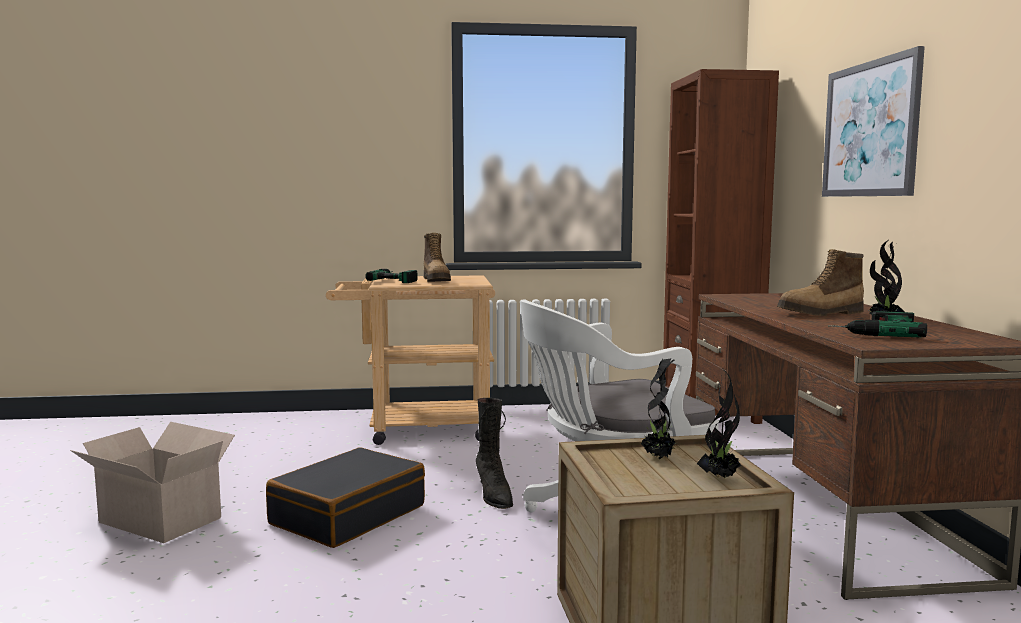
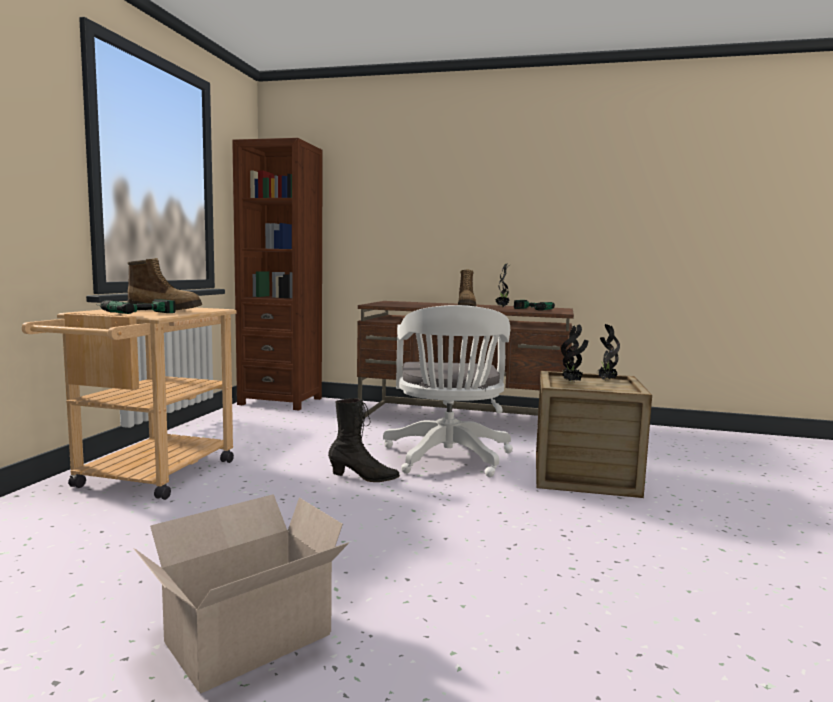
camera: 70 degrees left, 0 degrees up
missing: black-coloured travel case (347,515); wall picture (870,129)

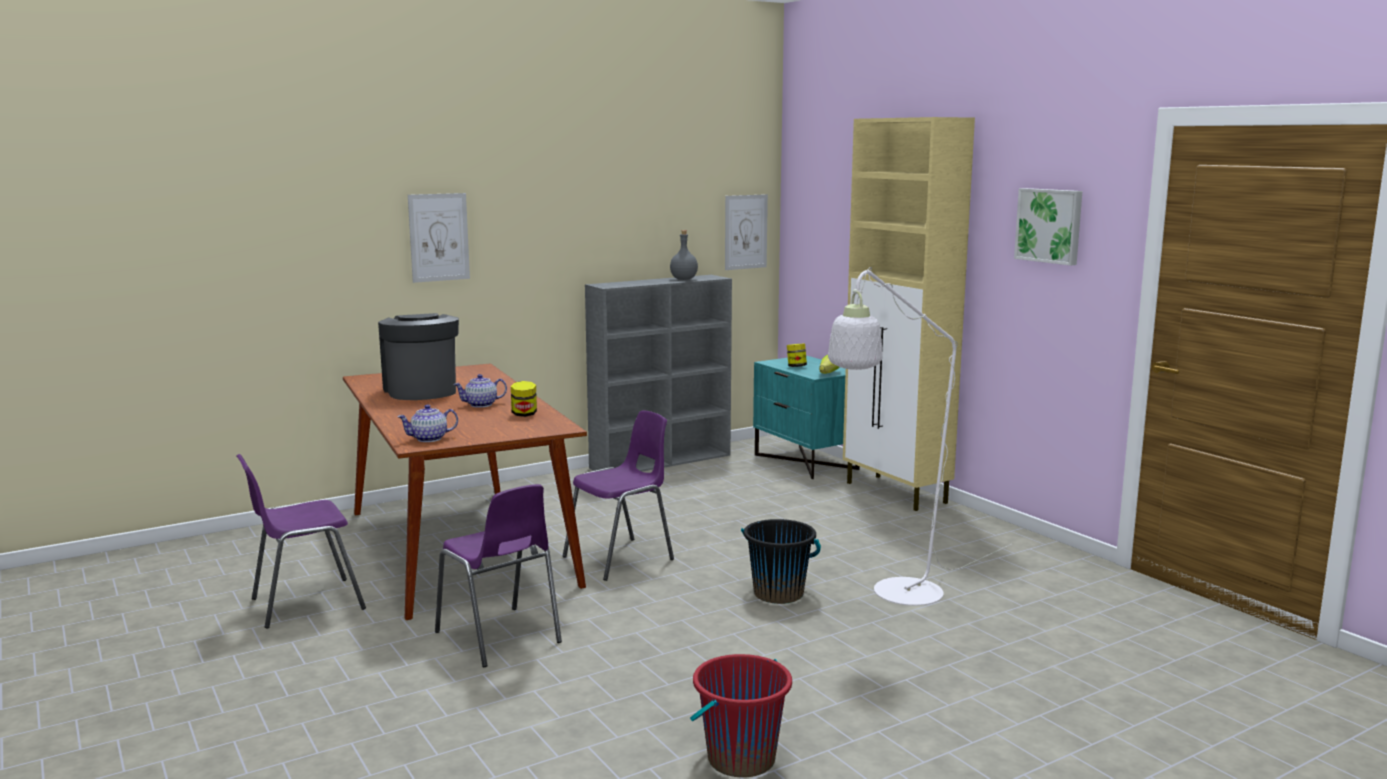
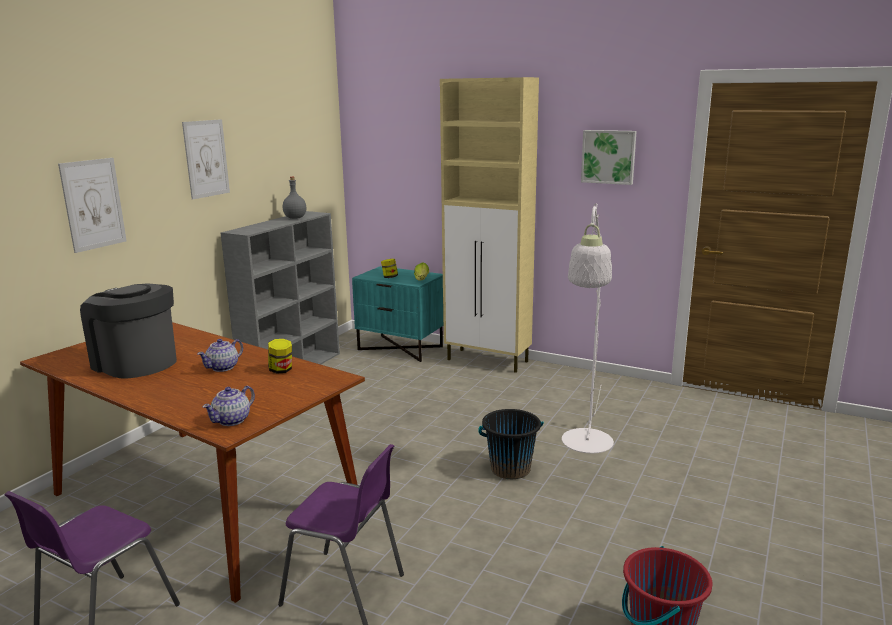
camera: 30 degrees left, 5 degrees up
missing: purplish plain chair (621,558)
relocated: wall picture (745,232) to (206,158)

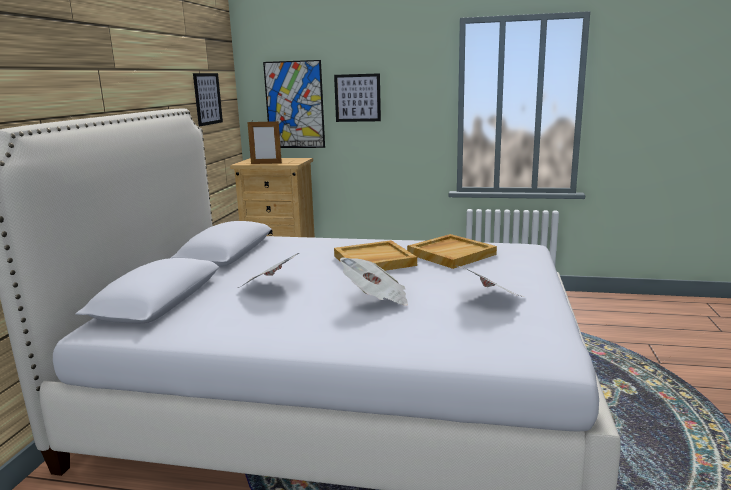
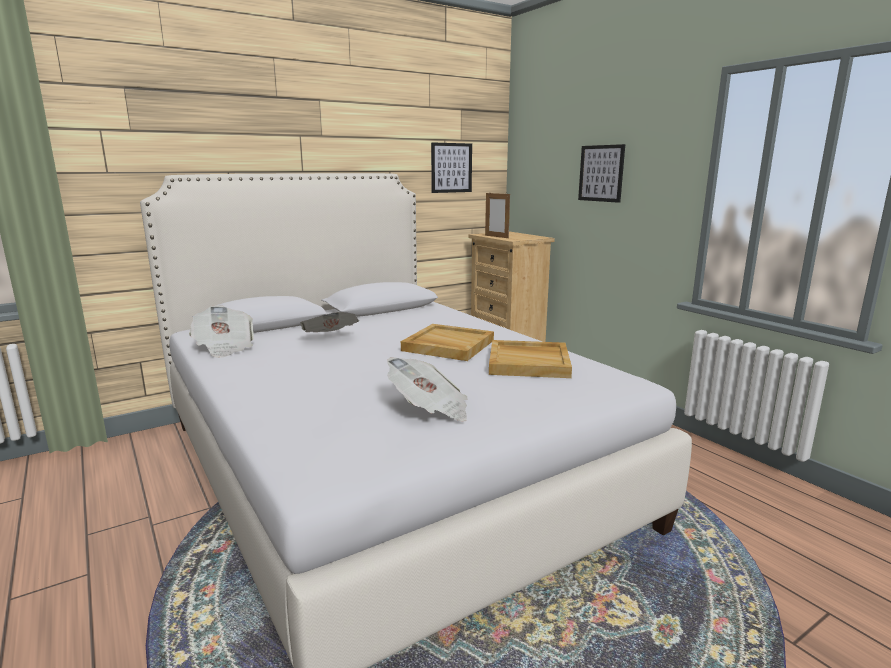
camera: 45 degrees right, 0 degrees up
missing: wall picture (294,105)
relocated: newspaper (376,298) to (224,347)

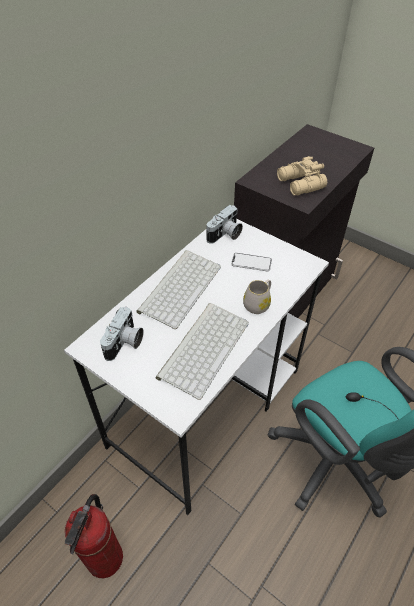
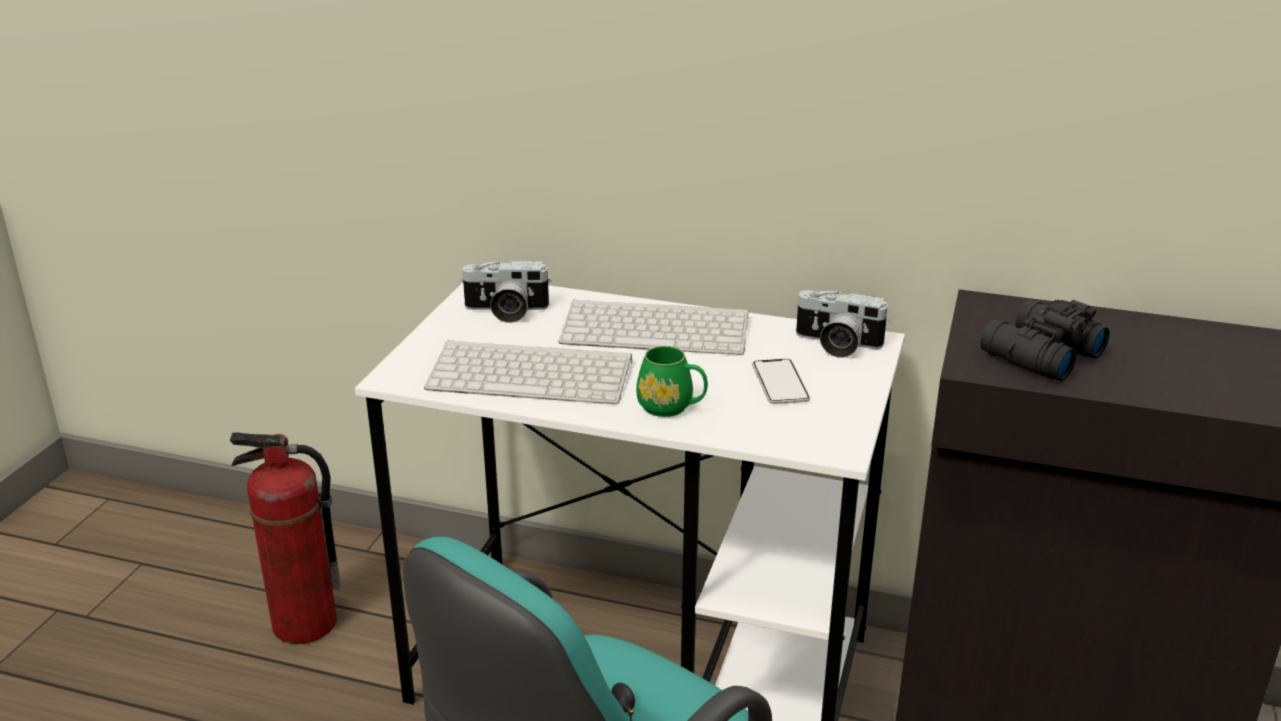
camera: 70 degrees right, 20 degrees down
colour: white tea mug (258,304) to green tea mug (671,407); sand-coloured field glasses (300,184) to black-coloured field glasses (1038,355)

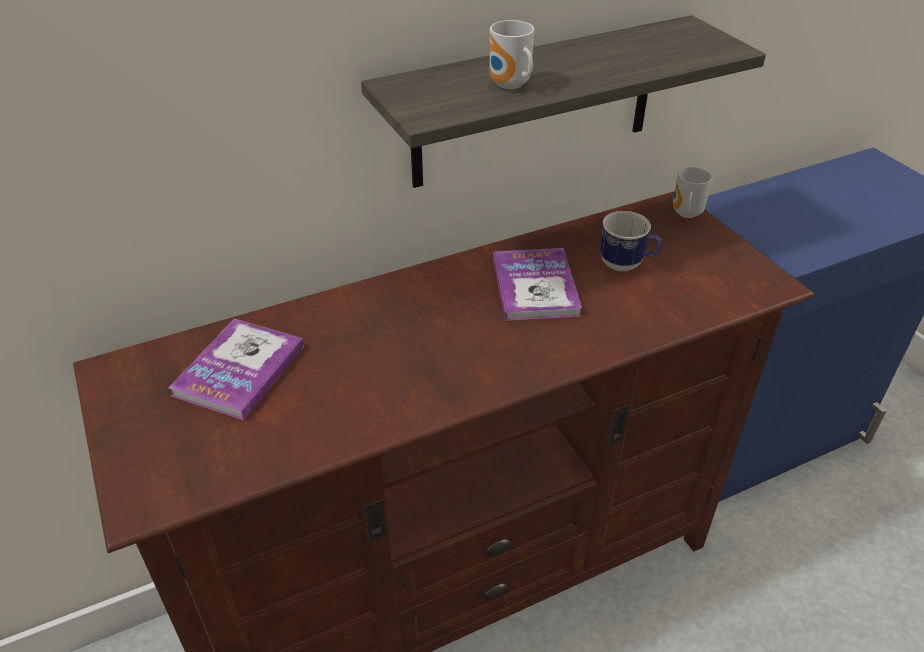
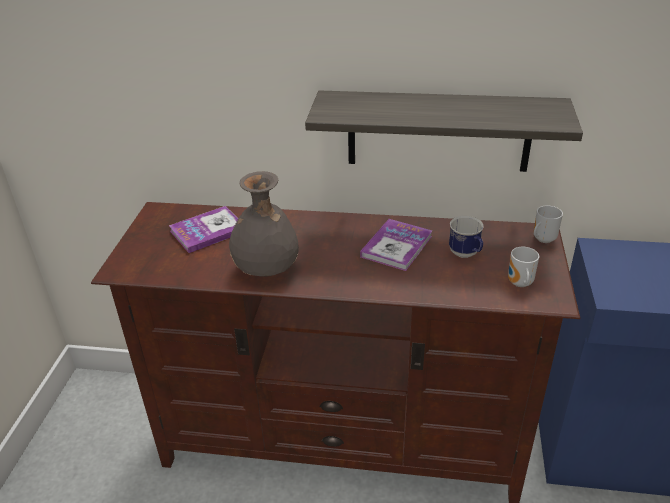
camera: 35 degrees right, 5 degrees down
appeared: greyish flower vase (266,271)
relocated: tea mug (510,86) to (519,284)

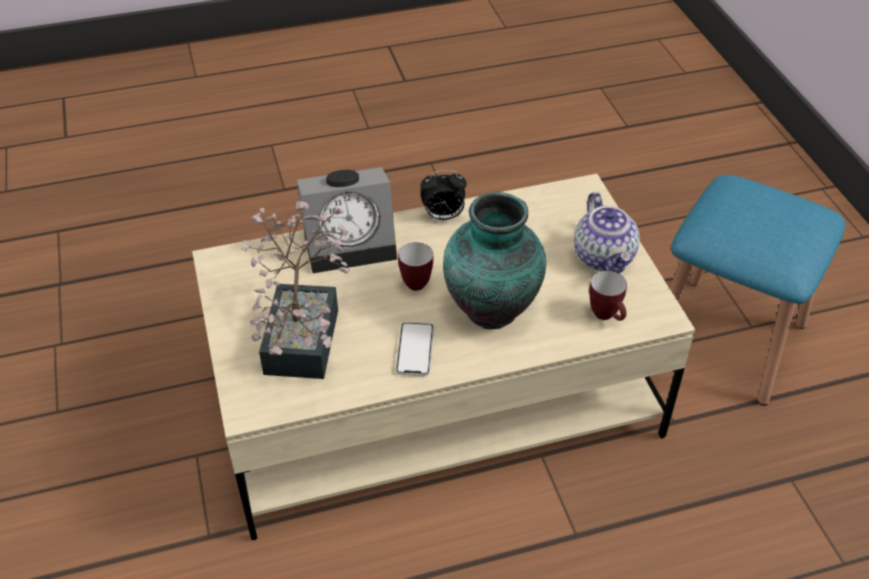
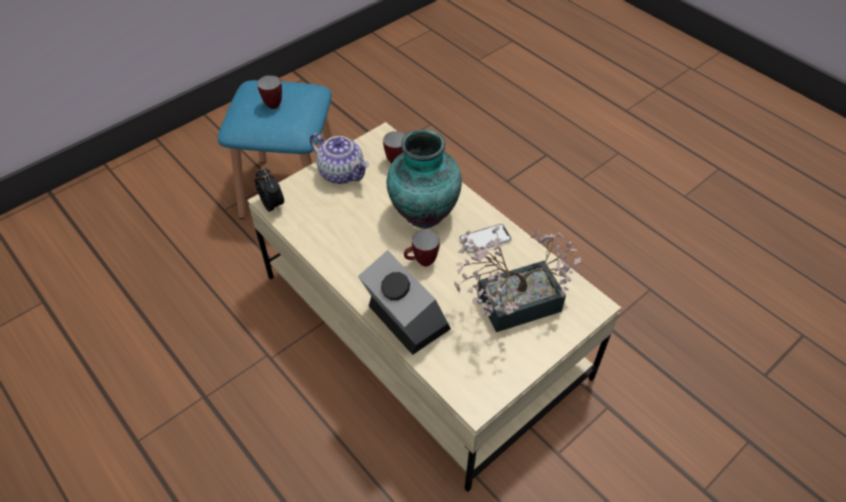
camera: 115 degrees left, 5 degrees up
appeared: tea mug (272,103)
relocated: bedside clock (443,216) to (273,205)
spun: teapot (604,257) = (342,173) 75 degrees clockwise

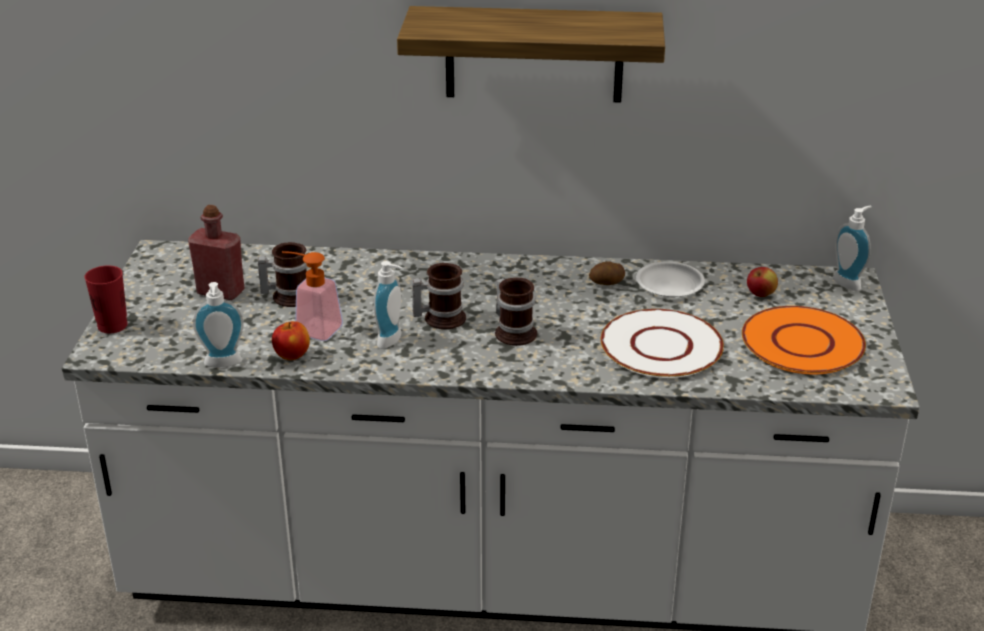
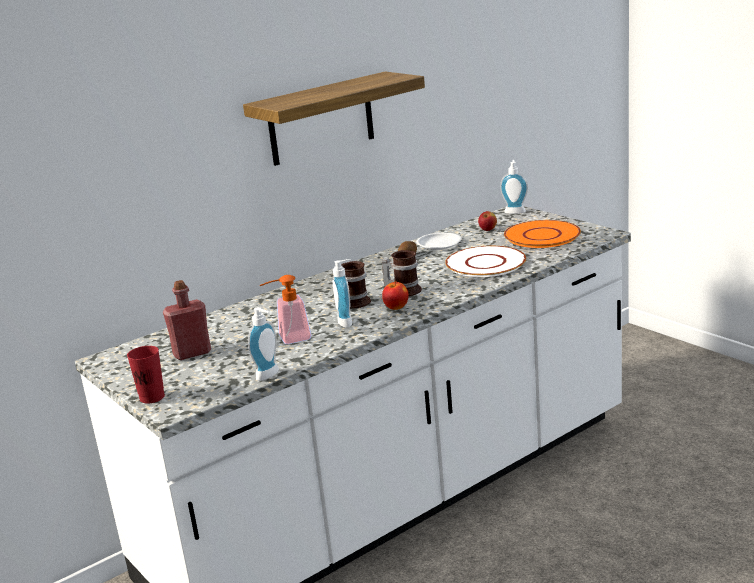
camera: 40 degrees left, 10 degrees down
missing: tea mug (288,296)
relocated: apple fruit (292,355) to (396,307)

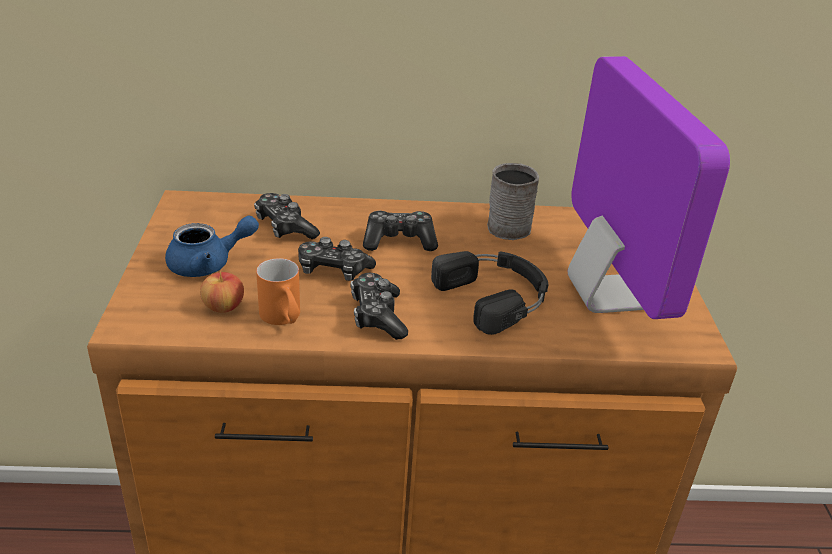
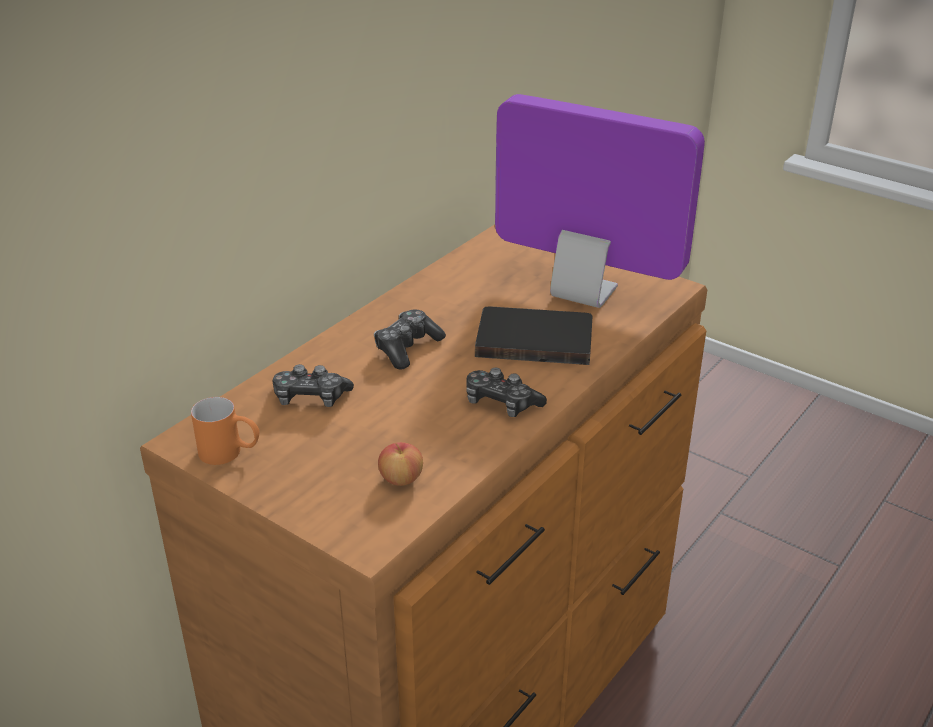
camera: 50 degrees left, 0 degrees up
missing: blue-coloured teapot (209,264); game controller (333,270); greyish tea mug (508,224)
relocated: orange-coloured tea mug (283,319) to (230,453)
exchanged: black-coloured headset (495,296) to black-coloured volume (534,338)

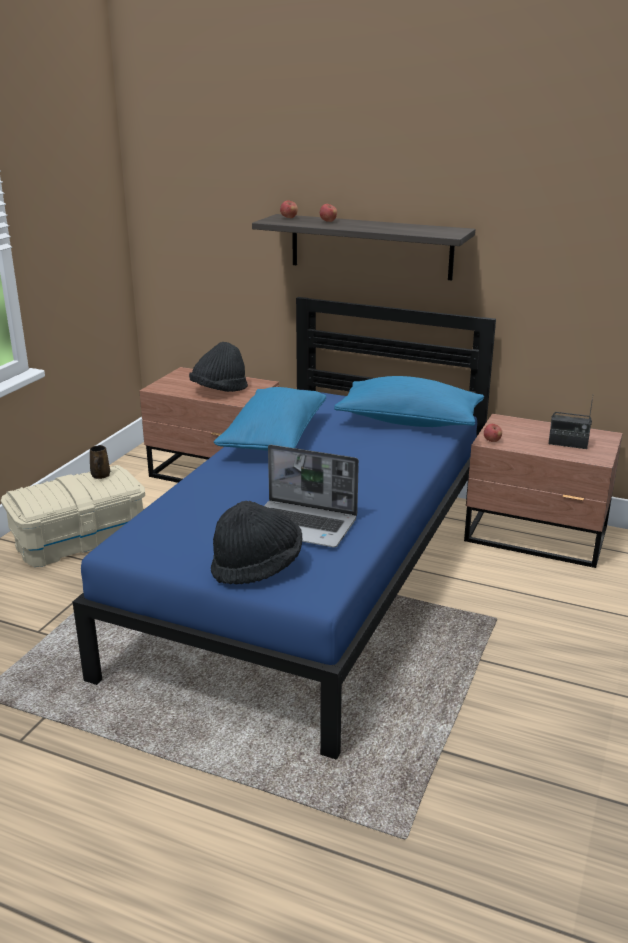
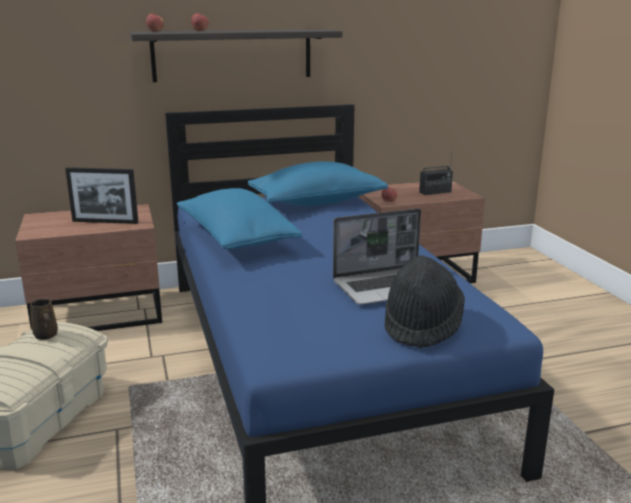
camera: 40 degrees left, 5 degrees down
exchanged: black-coloured clothing hat (219,391) to photo frame (105,222)

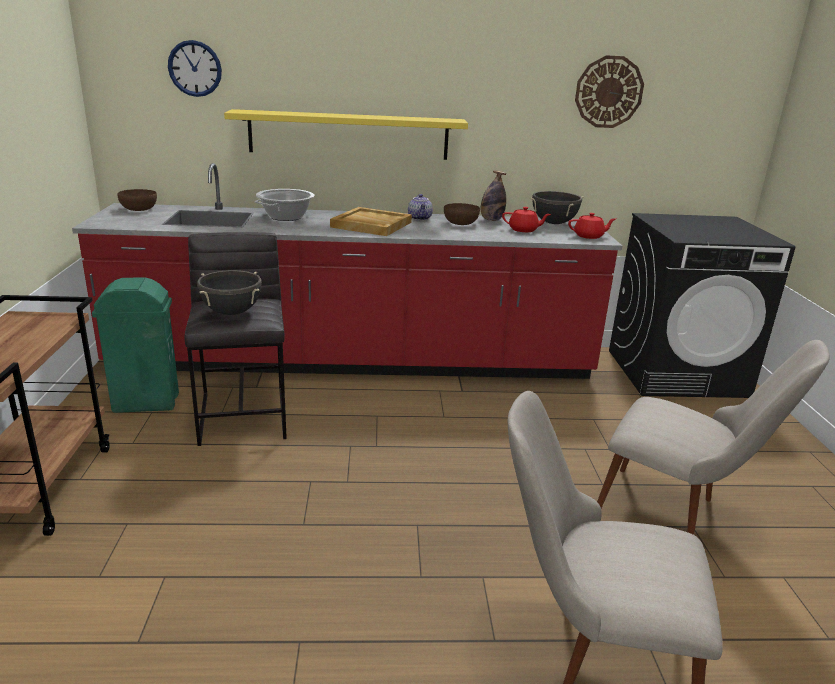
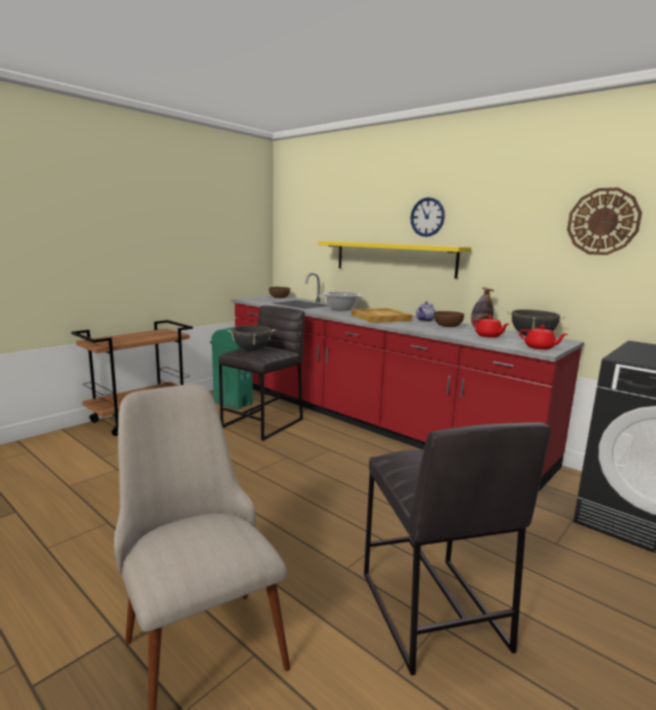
camera: 45 degrees right, 10 degrees down
relocated: clock on the wall (195,68) to (427,217)
exchanged: sand-coloured plain chair (676,520) to greyish stool seat (431,611)

